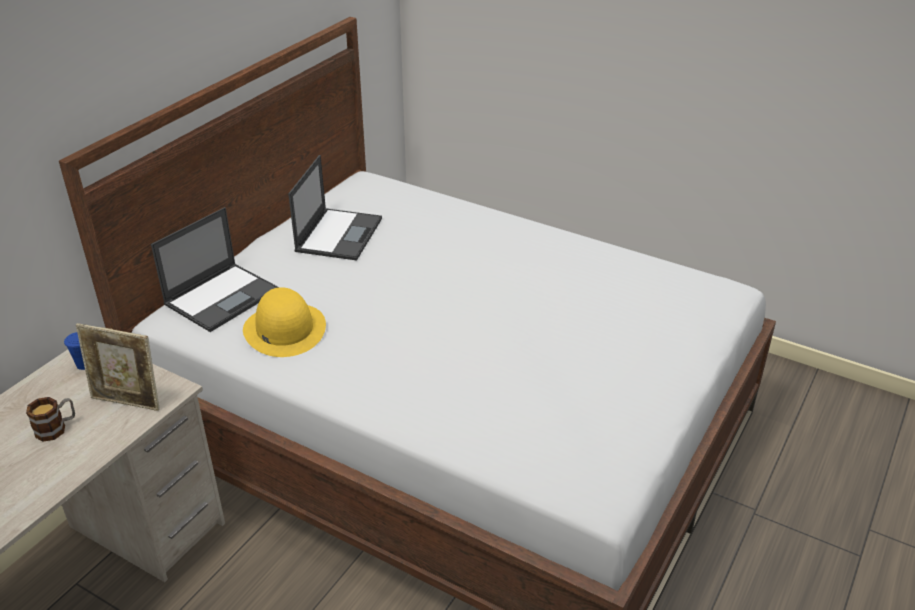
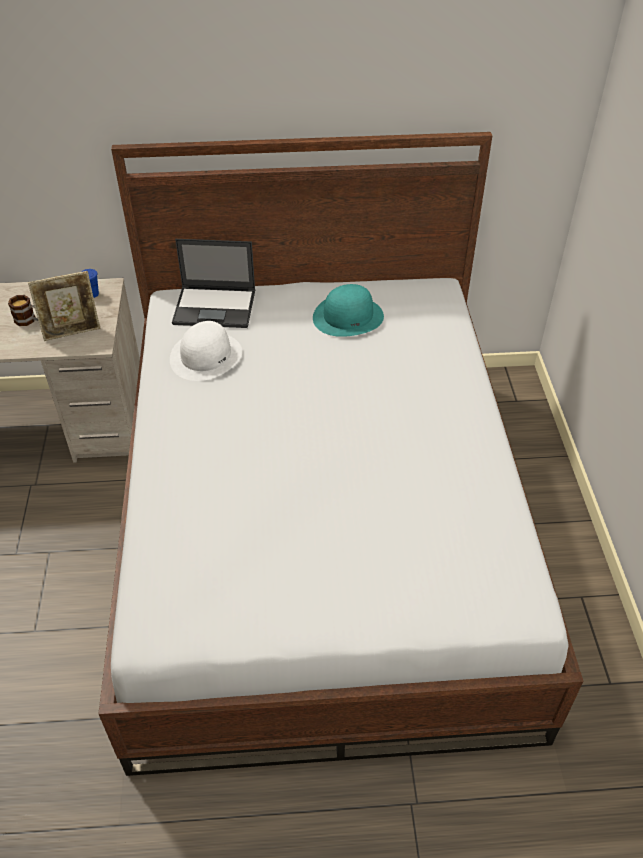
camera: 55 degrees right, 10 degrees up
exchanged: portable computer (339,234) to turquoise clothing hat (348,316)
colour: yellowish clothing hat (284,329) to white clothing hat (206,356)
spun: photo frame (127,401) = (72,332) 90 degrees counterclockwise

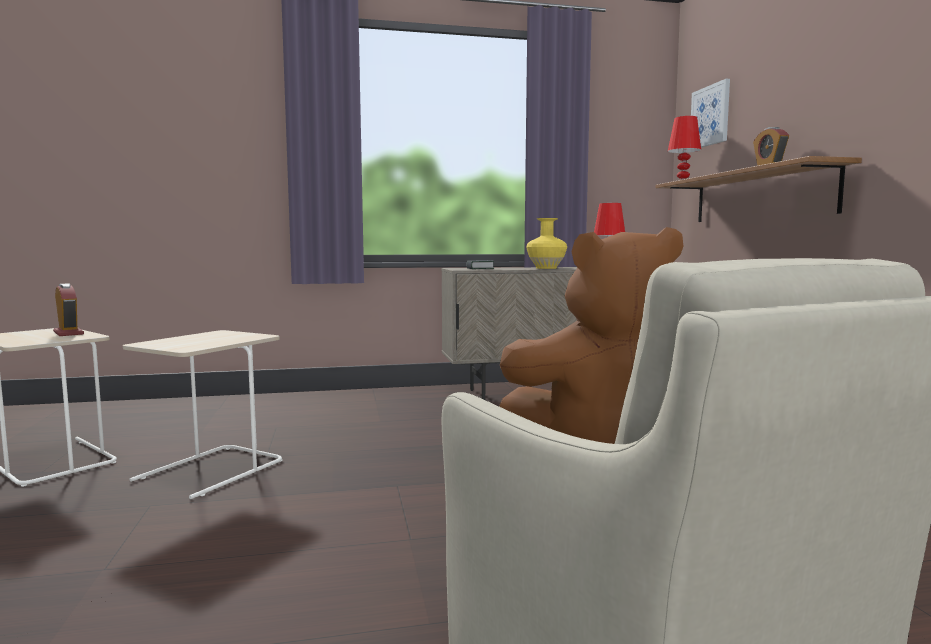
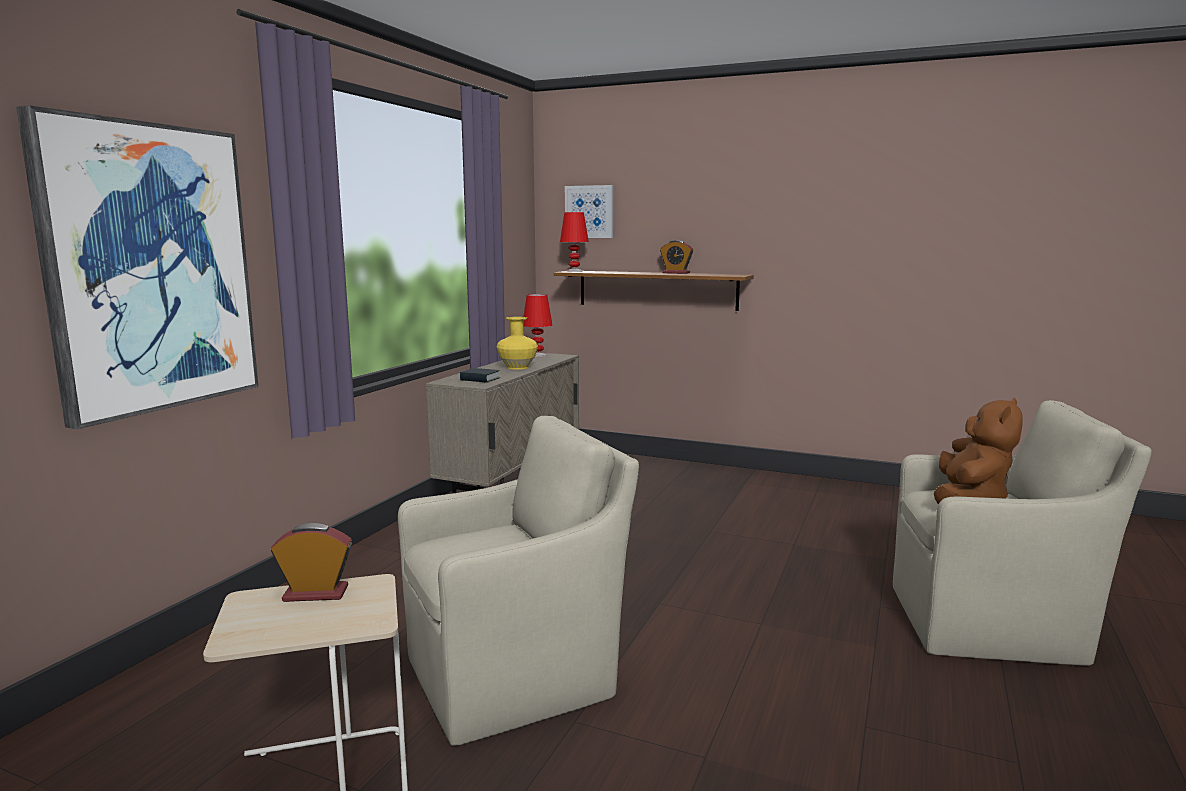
camera: 55 degrees left, 5 degrees up
appeared: wall picture (150,268)
exchanged: sand-coloured side table (211,471) to sand-coloured easy chair (516,676)

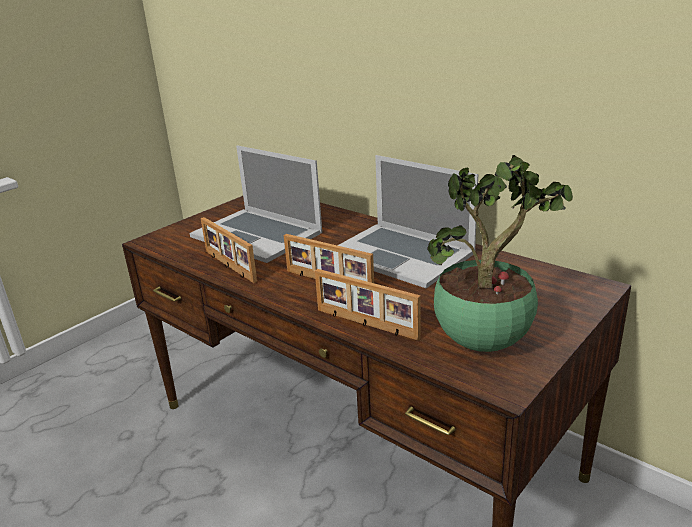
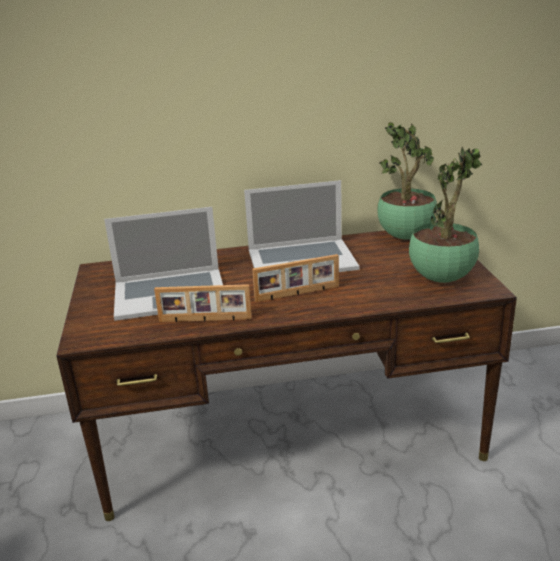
camera: 50 degrees left, 0 degrees up
missing: photo frame (366,324)
appeared: potted plant (407,237)

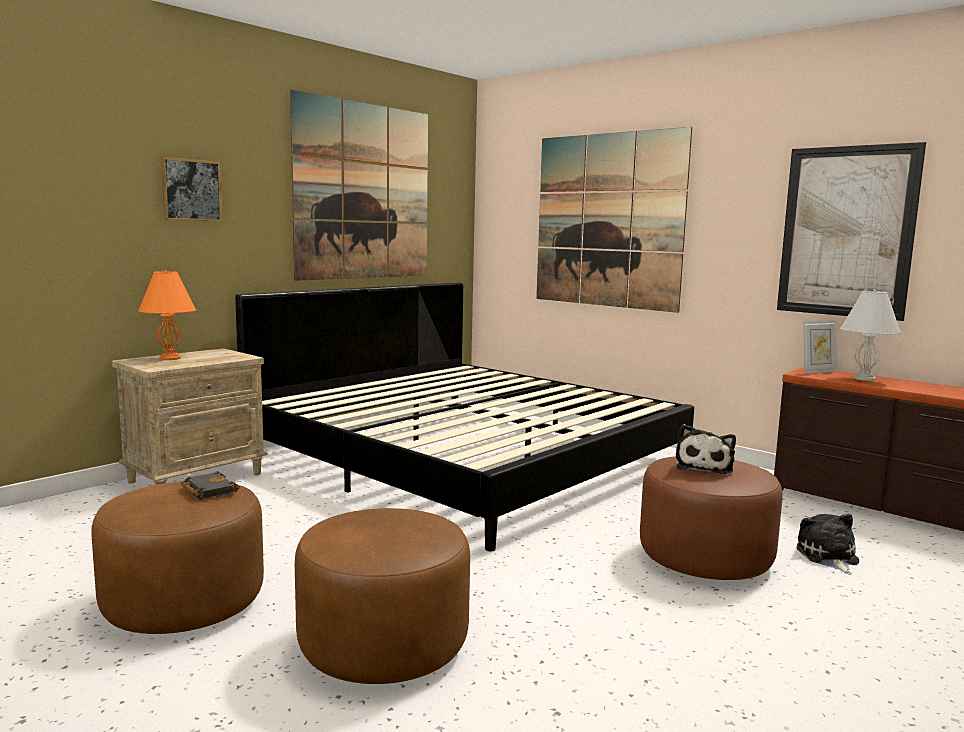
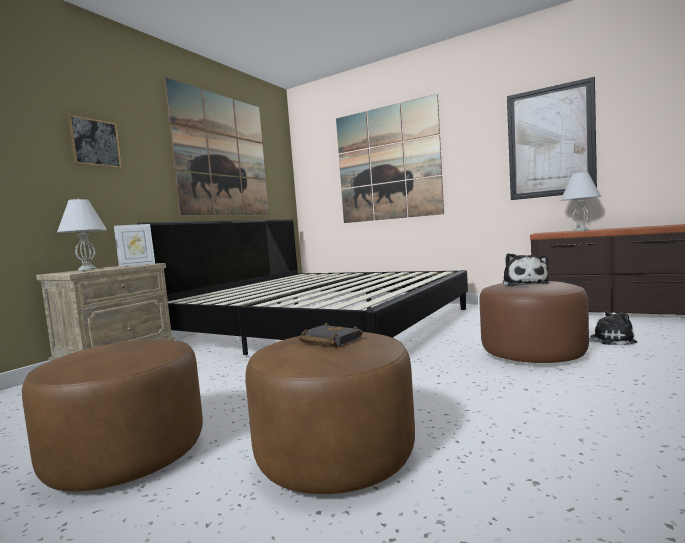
camera: 10 degrees left, 5 degrees down
relocated: black-coloured volume (207,490) to (328,341); photo frame (817,372) to (137,265)
colour: orange-coloured table lamp (170,358) to white table lamp (87,269)
spun: cuddly toy (828,557) = (609,340) 105 degrees clockwise

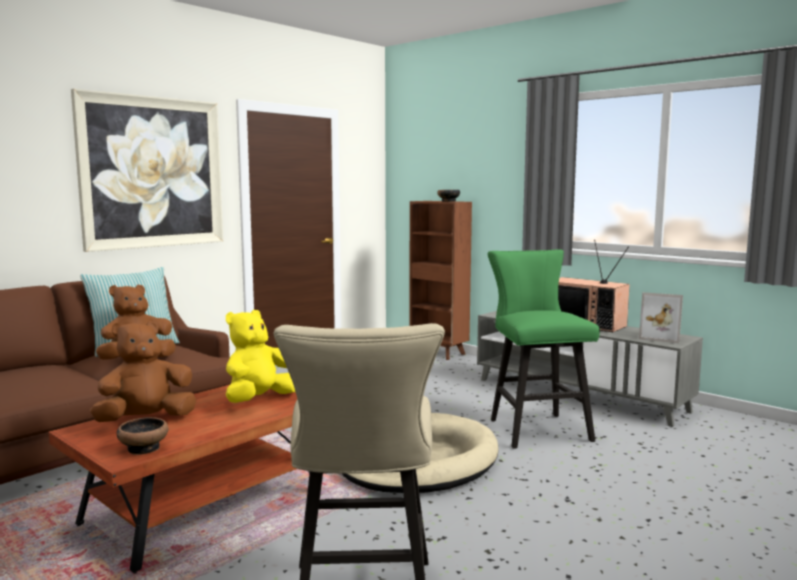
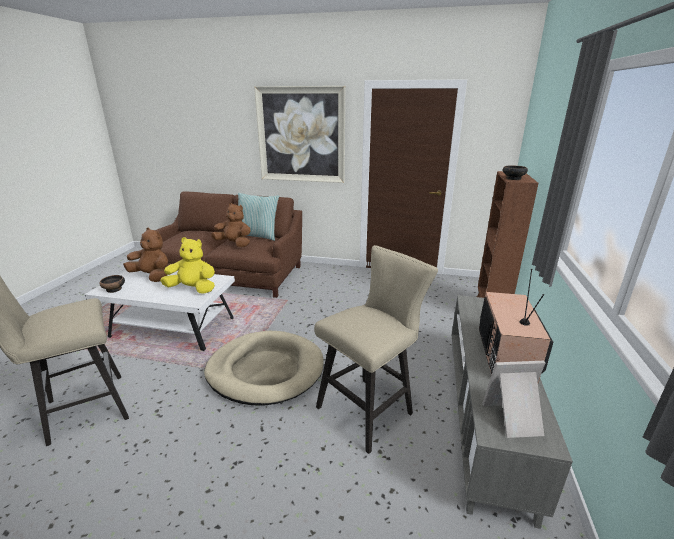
camera: 60 degrees right, 15 degrees up
colour: brown low table (204,509) to white low table (173,328); green stool seat (535,428) to sand-coloured stool seat (370,408)
spun: photo frame (660,337) = (515,419) 90 degrees clockwise

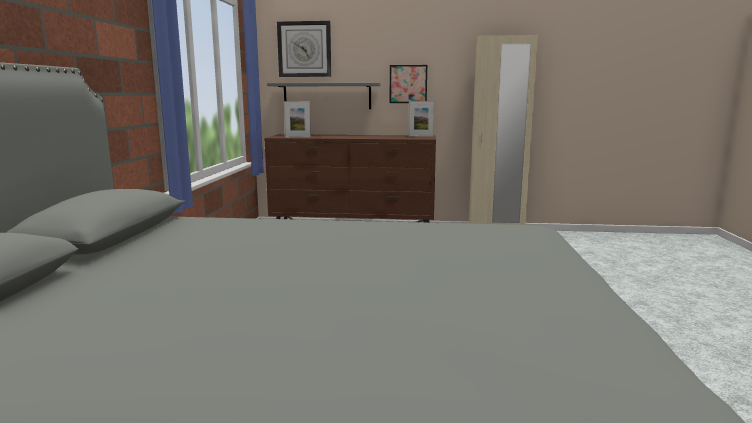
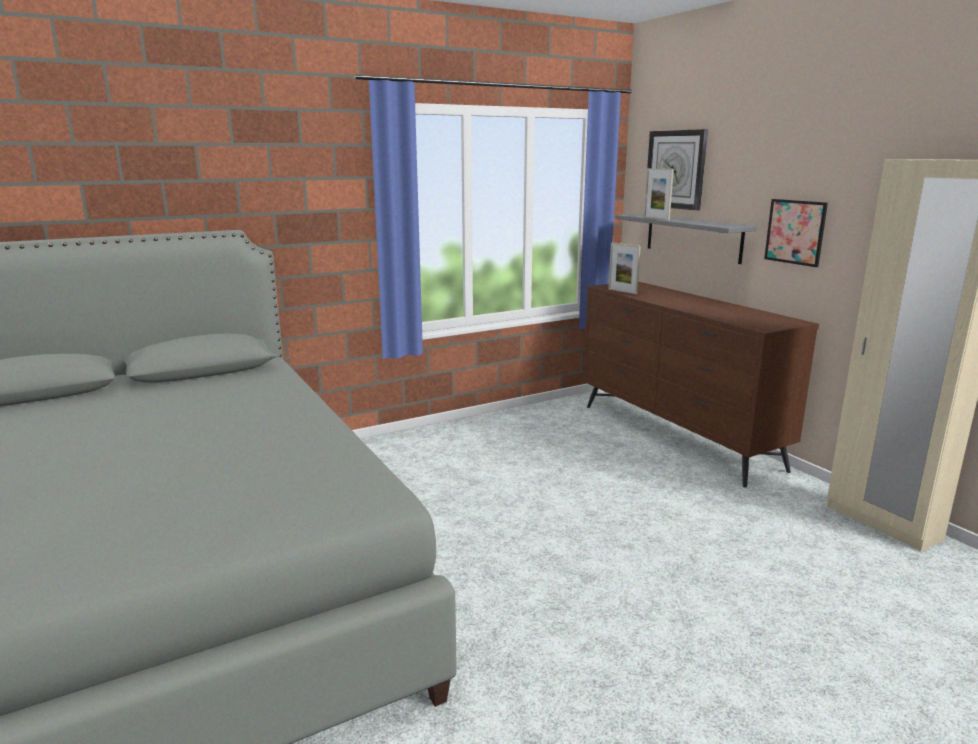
camera: 55 degrees right, 5 degrees up
relocated: photo frame (420,136) to (656,218)

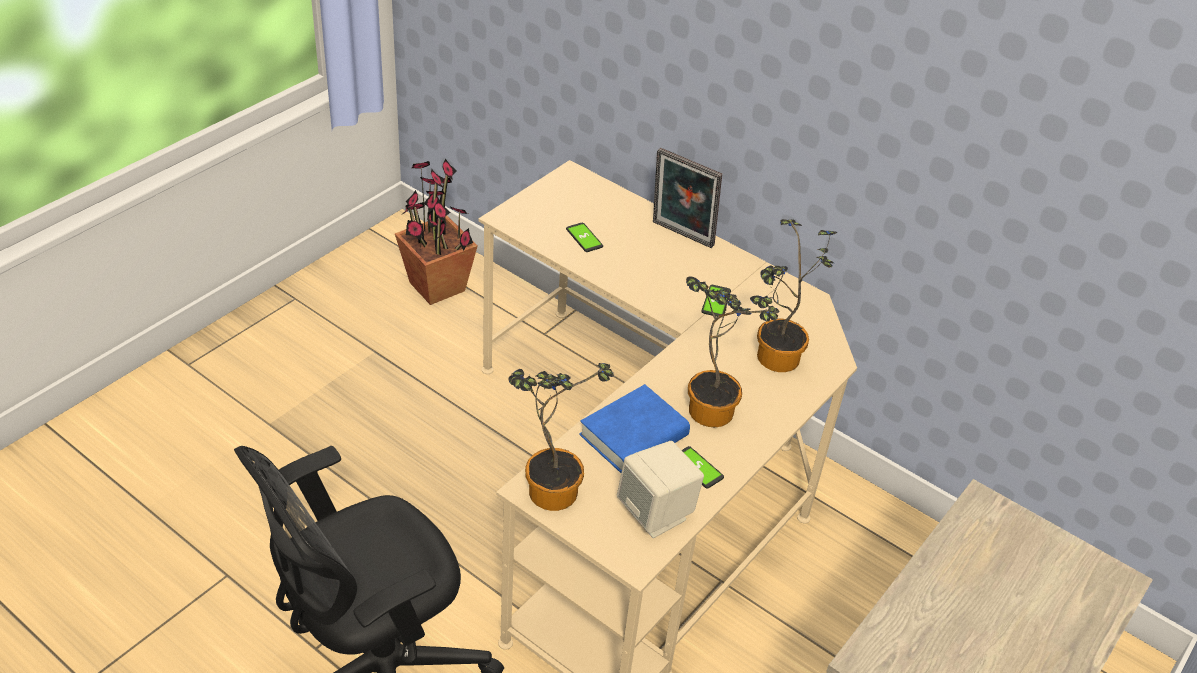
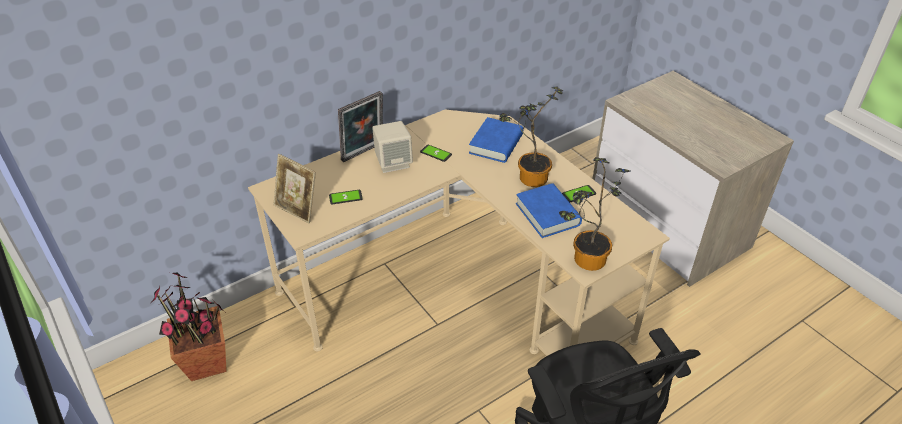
camera: 70 degrees left, 0 degrees up
appeared: photo frame (297,209)
relocated: sand-coloured audio speaker (656,513) to (393,163)
exchanged: potted plant (772,360) to blue-coloured volume (496,144)

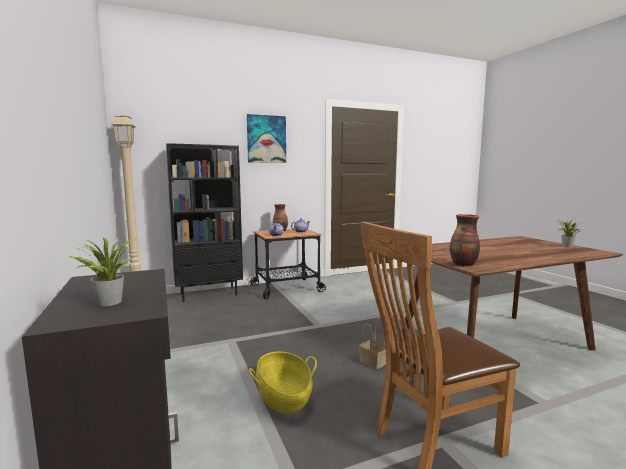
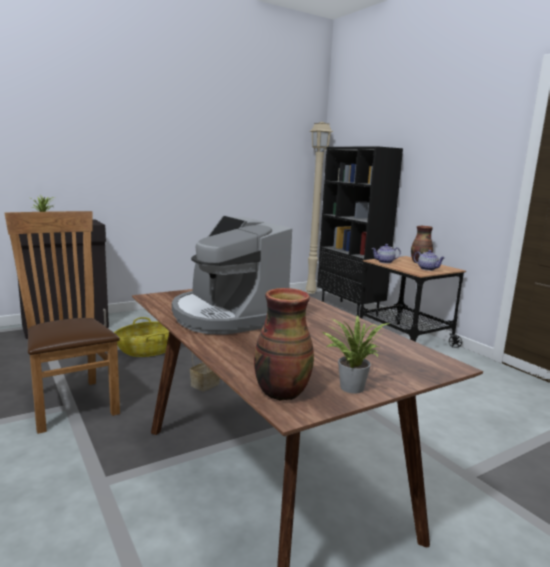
camera: 80 degrees right, 5 degrees up
missing: wall picture (266,139)
appeared: coffee maker (226,316)
relocated: flower vase (463,264) to (280,392)

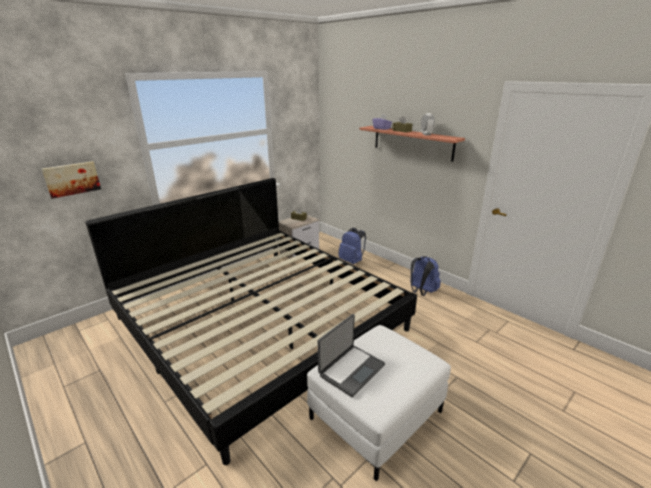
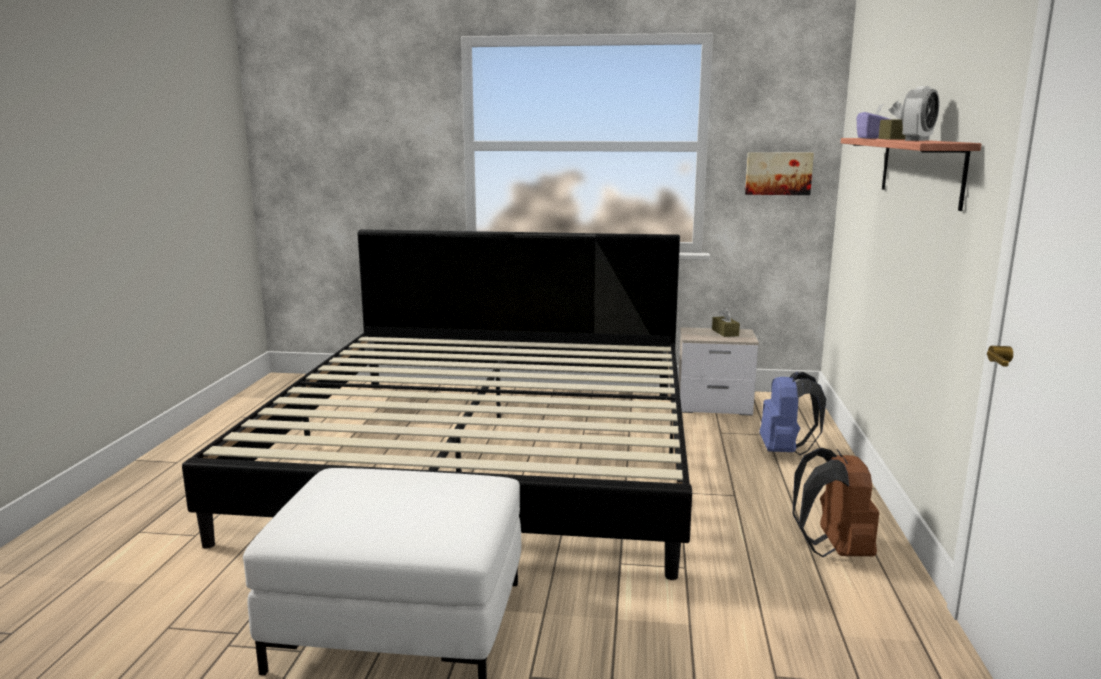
camera: 50 degrees right, 10 degrees down
missing: portable computer (351,369)
relocated: wall picture (72,179) to (778,173)
colour: blue-coloured backpack (422,291) to brown backpack (834,550)

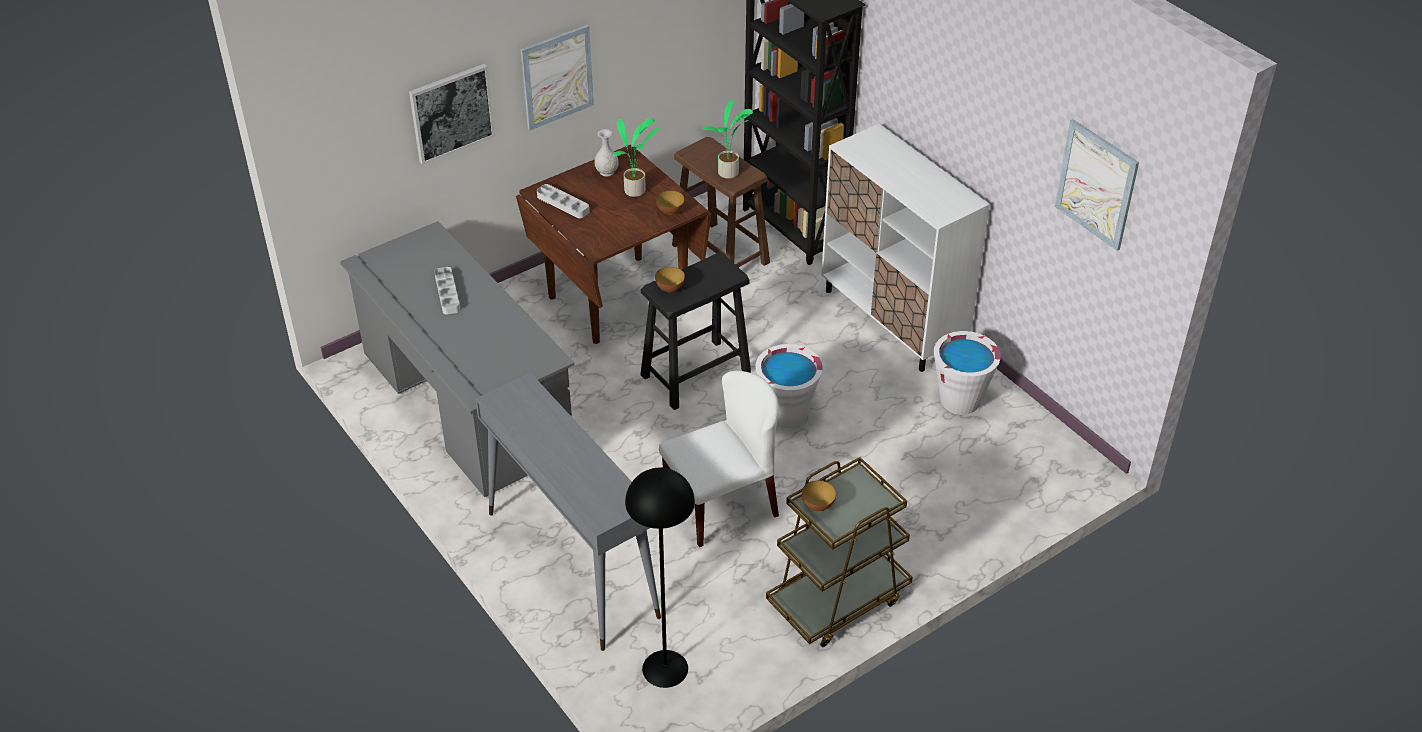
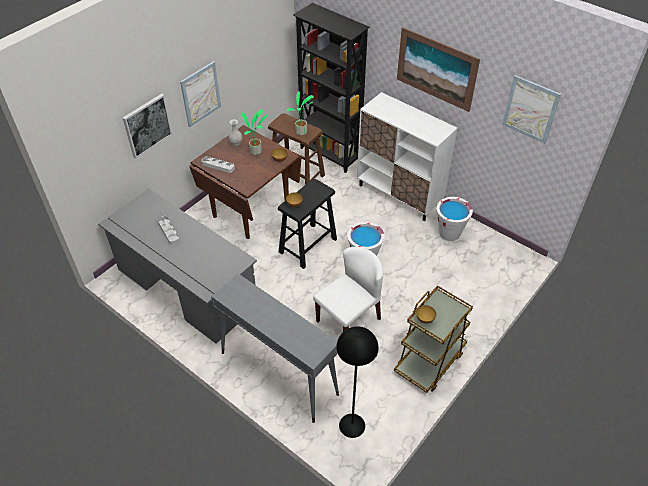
camera: 15 degrees left, 5 degrees up
appeared: wall picture (436,69)

